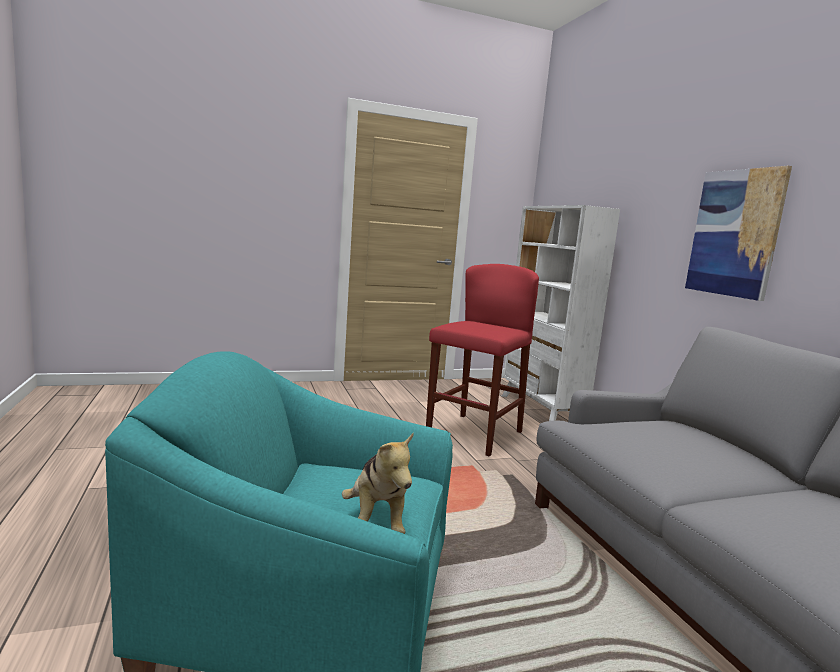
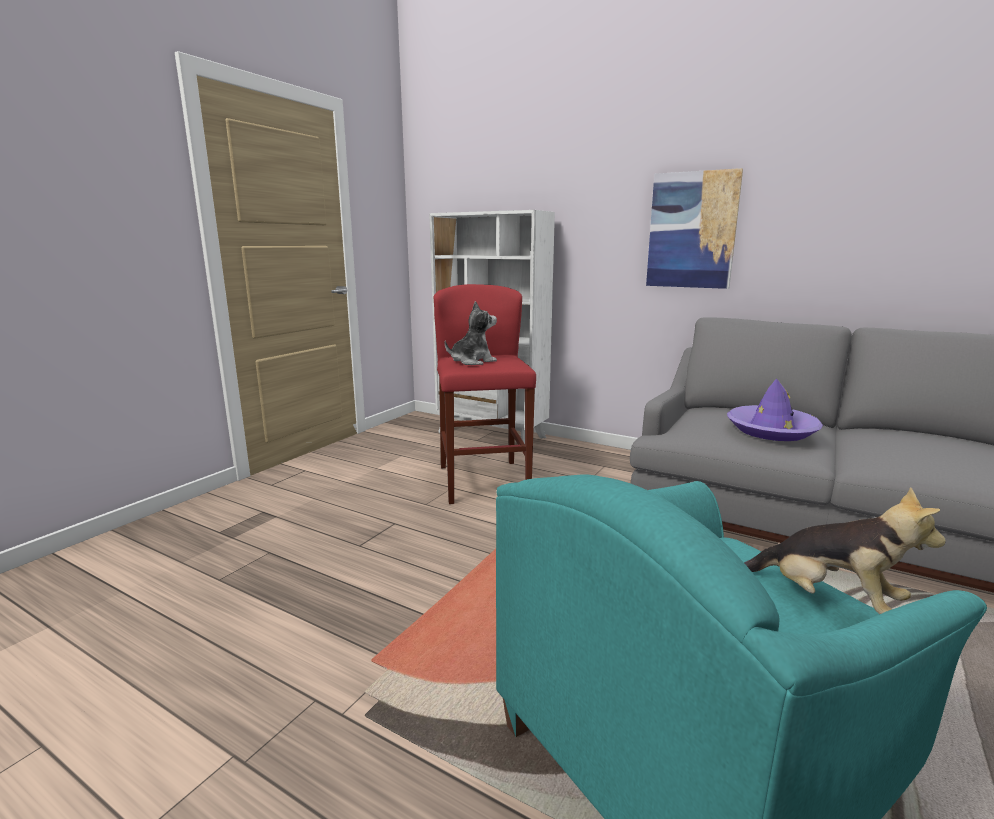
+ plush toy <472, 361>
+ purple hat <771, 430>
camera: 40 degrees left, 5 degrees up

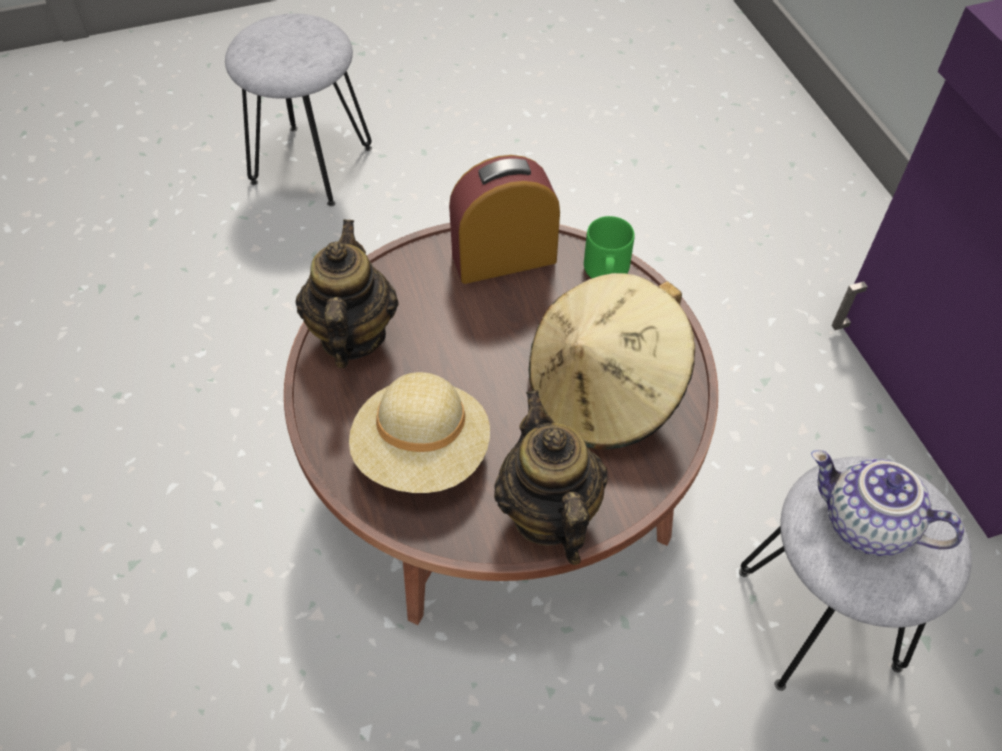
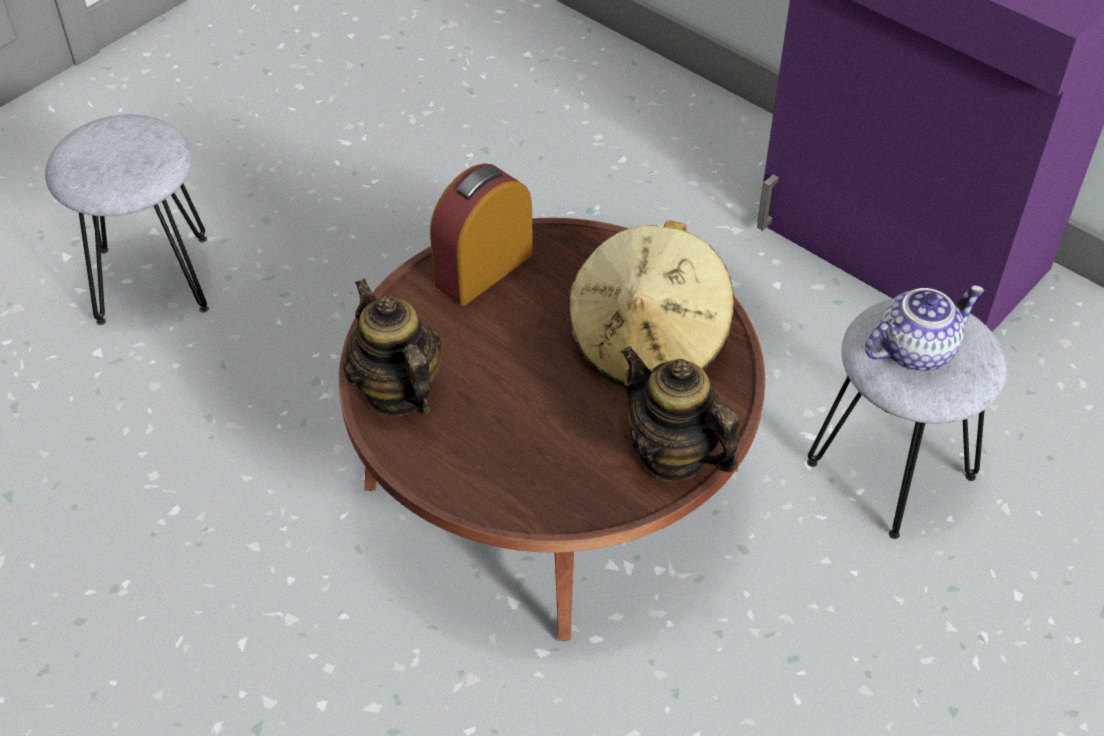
- beige hat <422, 453>
- green mug <606, 272>
~ teapot <865, 525> = <915, 349> 150 degrees clockwise
camera: 30 degrees left, 5 degrees down

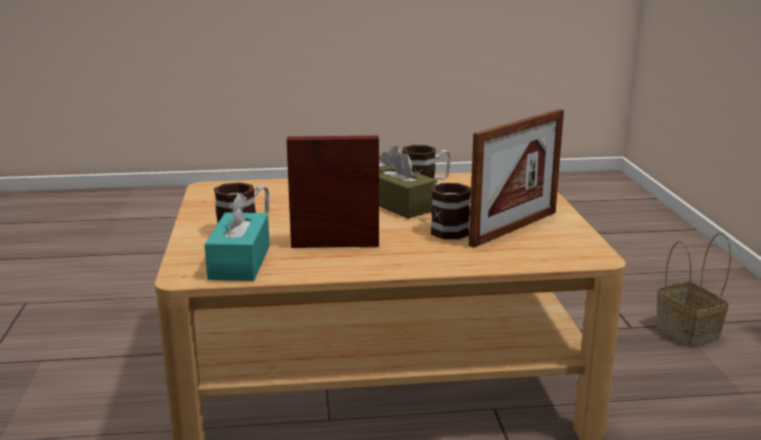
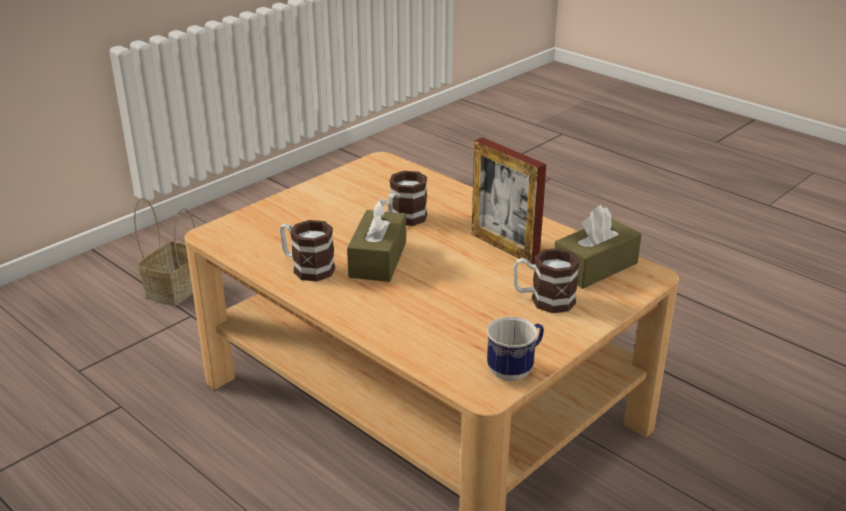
- picture frame <514, 228>
+ mug <515, 370>
~ turquoise tissue box <240, 262> to brown tissue box <595, 267>
camera: 130 degrees left, 10 degrees up

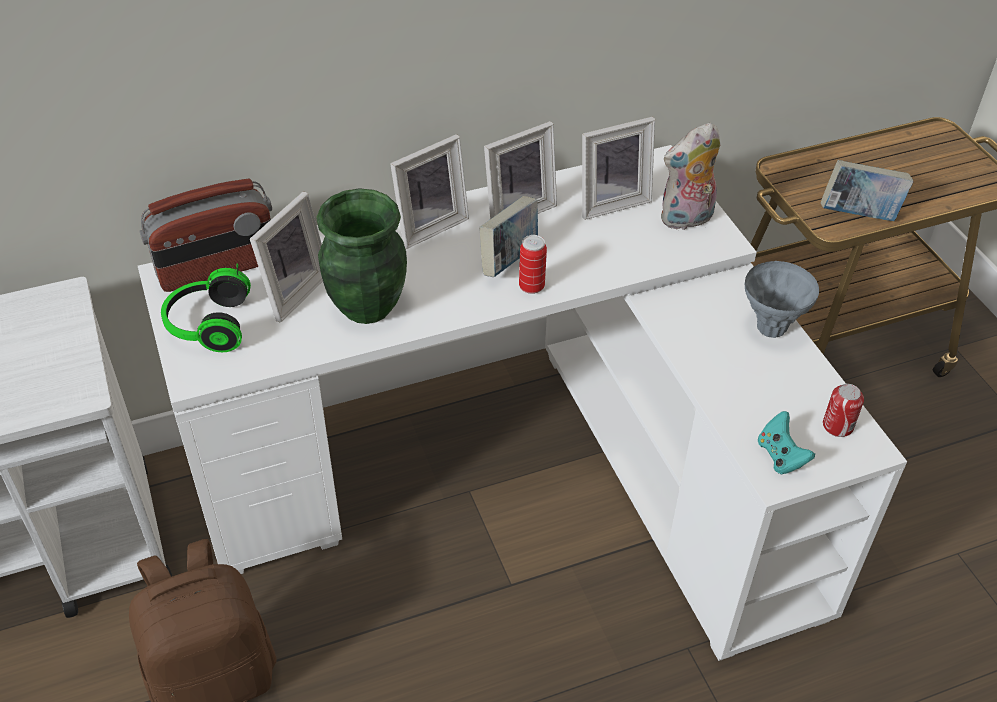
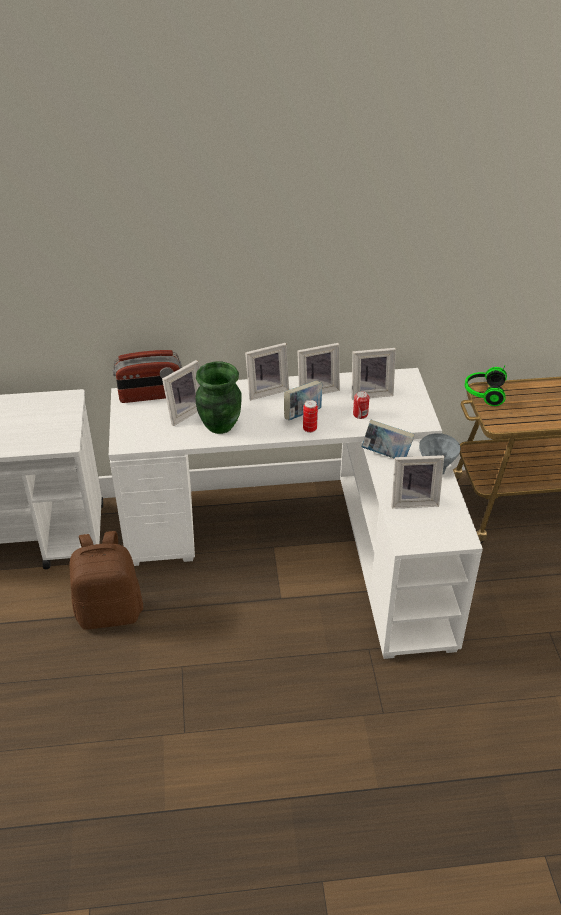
- plush toy <686, 220>
- turquoise game controller <780, 456>
+ picture frame <413, 500>
~ headphones <207, 325> to <483, 393>
~ book <859, 215> to <386, 455>
~ can <837, 426> to <360, 414>
camera: 15 degrees right, 5 degrees down

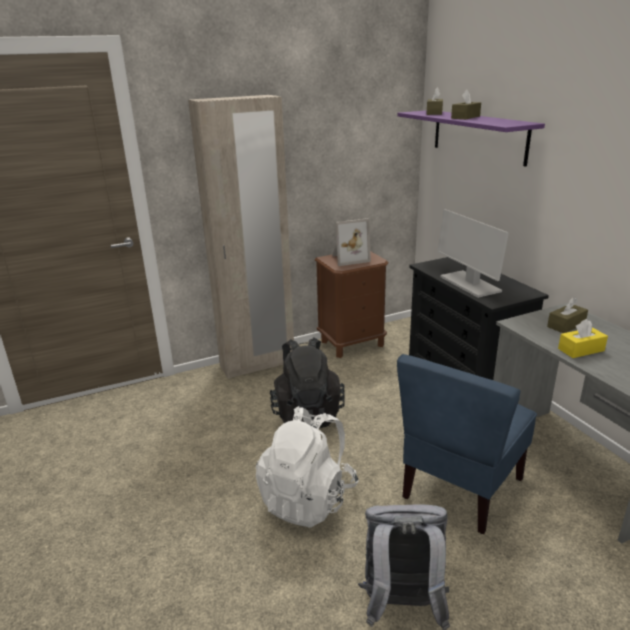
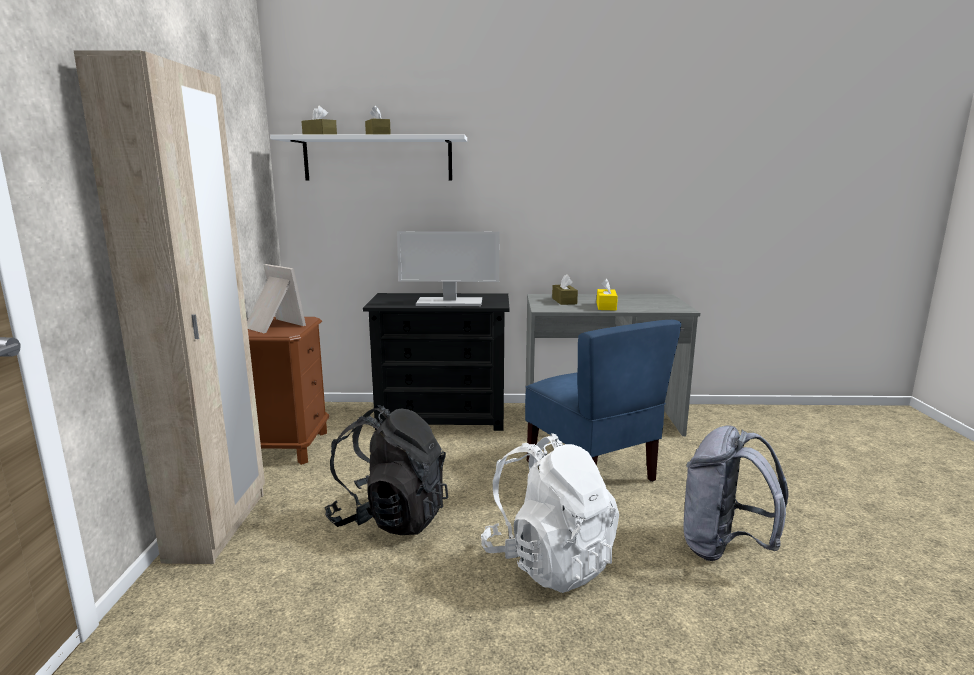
~ purple shelf <478, 136> to white shelf <378, 159>
~ picture frame <349, 258> = <272, 326> 60 degrees counterclockwise
camera: 65 degrees left, 10 degrees down

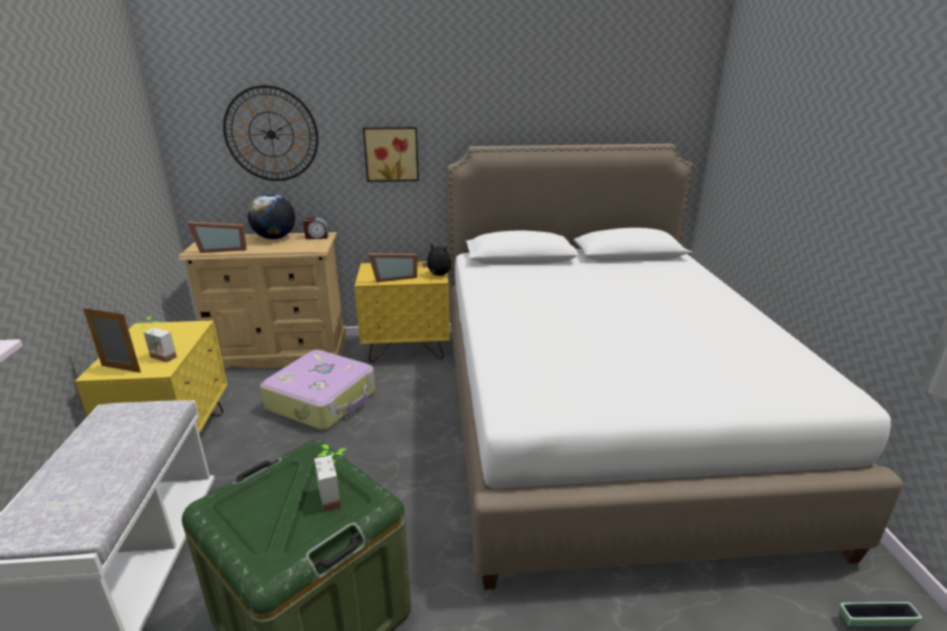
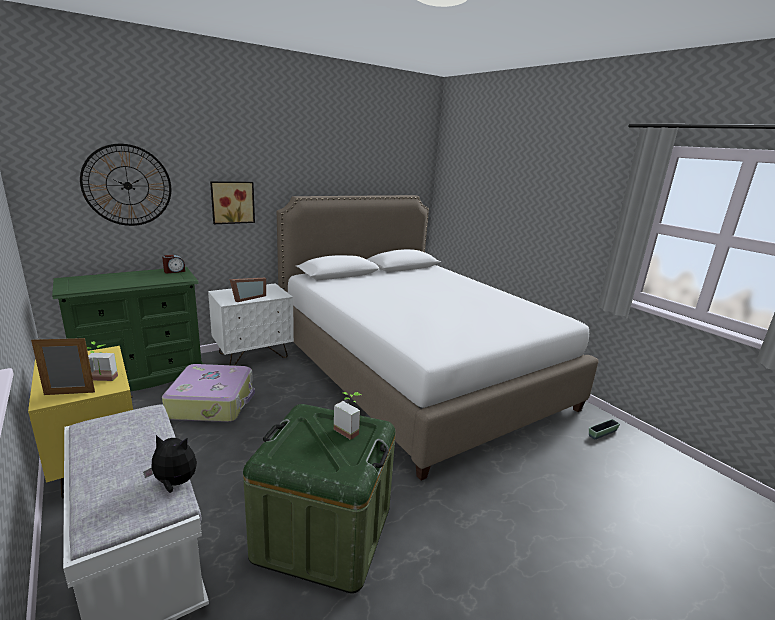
- picture frame <222, 249>
- globe <275, 238>
~ plush toy <438, 275> to <174, 483>
~ beige dresser <280, 353> to green dresser <142, 377>
~ yellow nightstand <407, 349> to white nightstand <253, 355>
camera: 30 degrees left, 5 degrees down

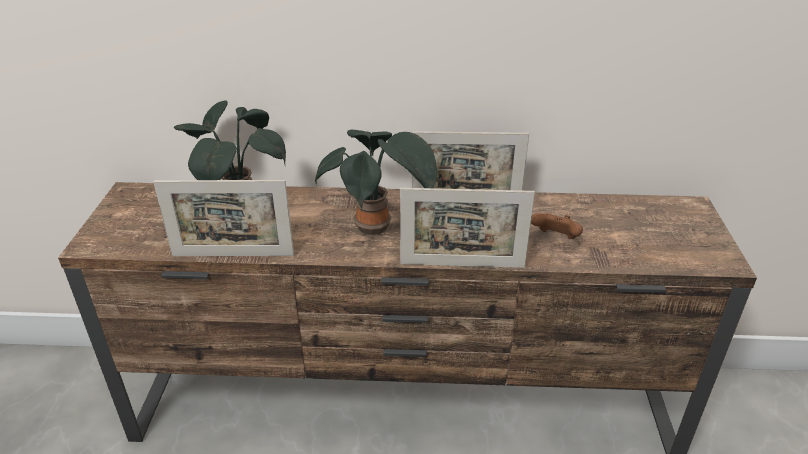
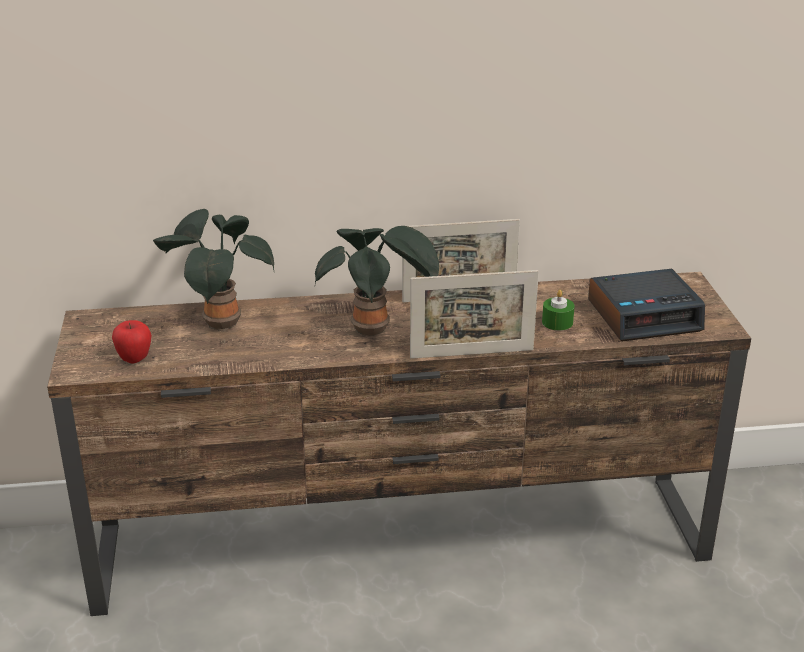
- picture frame <233, 255>
+ apple <134, 359>
+ alarm clock <645, 315>
~ brown game controller <555, 238> to green candle <557, 322>
camera: 10 degrees left, 5 degrees down

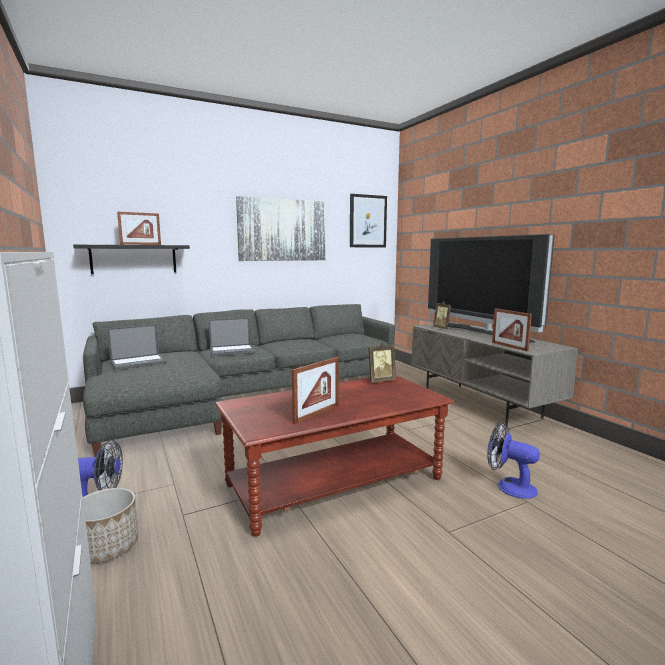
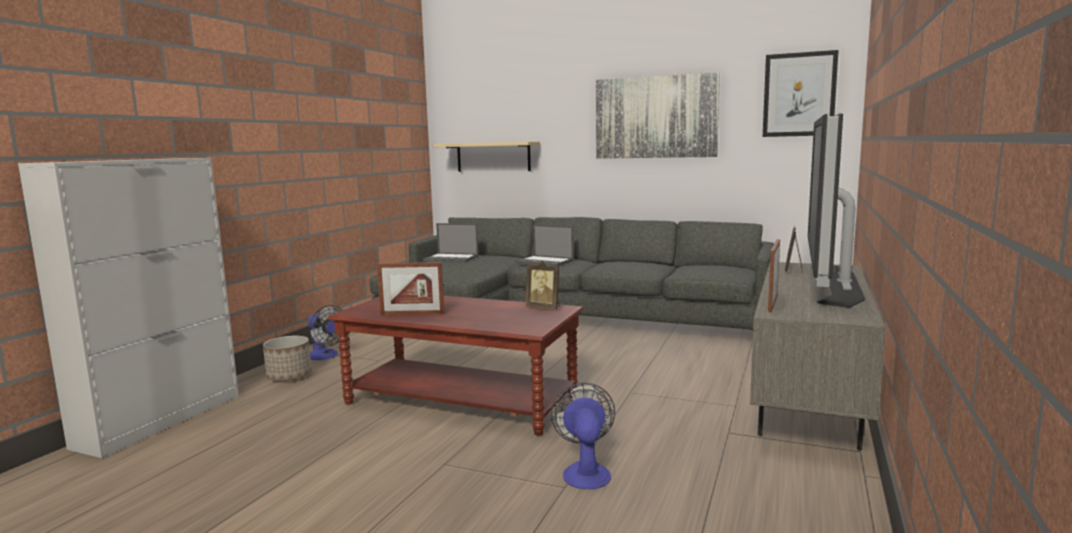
- picture frame <141, 244>
~ black shelf <134, 259> to beige shelf <493, 157>
camera: 50 degrees right, 0 degrees up

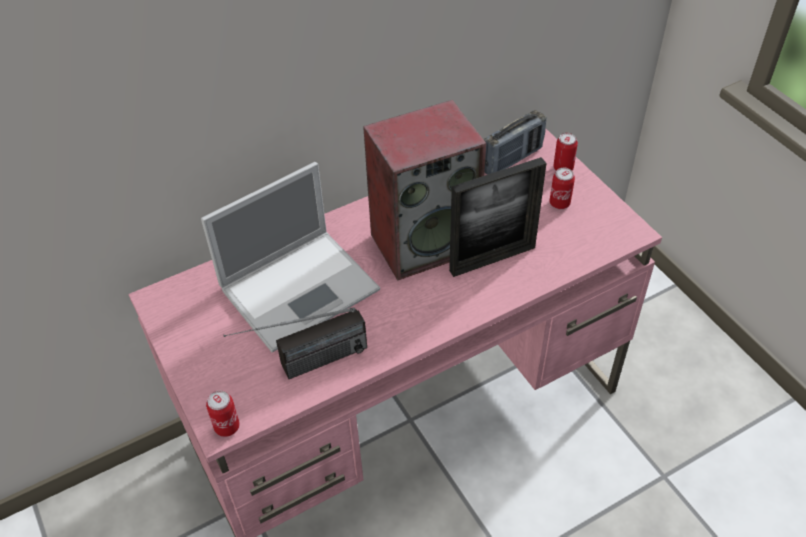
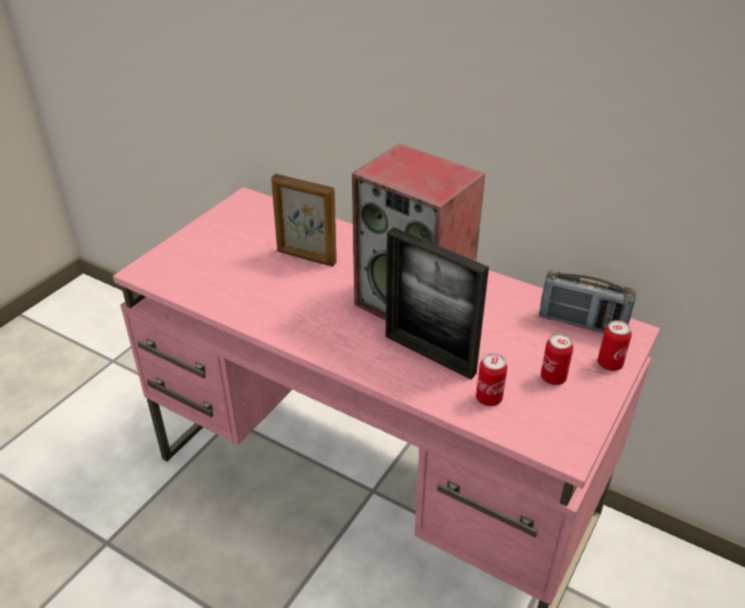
- radio <303, 366>
~ can <227, 427> to <489, 398>
~ laptop <301, 287> to picture frame <306, 257>
camera: 60 degrees right, 10 degrees down

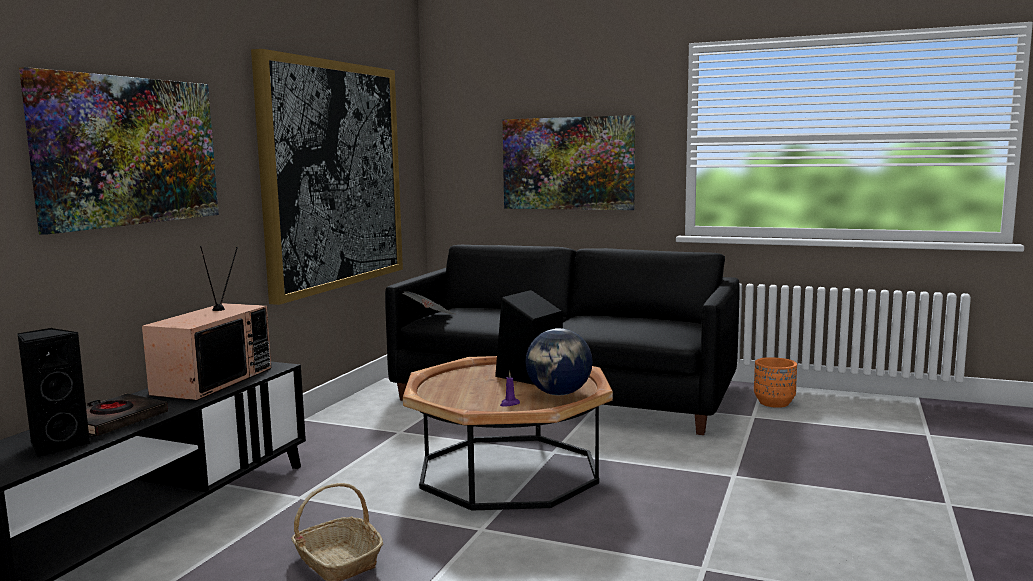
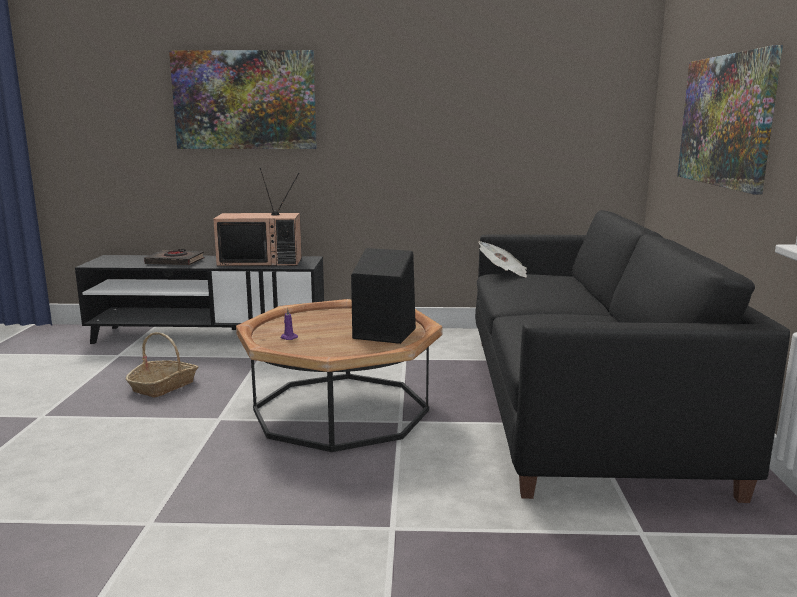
- black speaker <57, 445>
- picture <333, 175>
- globe <558, 394>
- orange planter <774, 403>
camera: 70 degrees right, 5 degrees up

